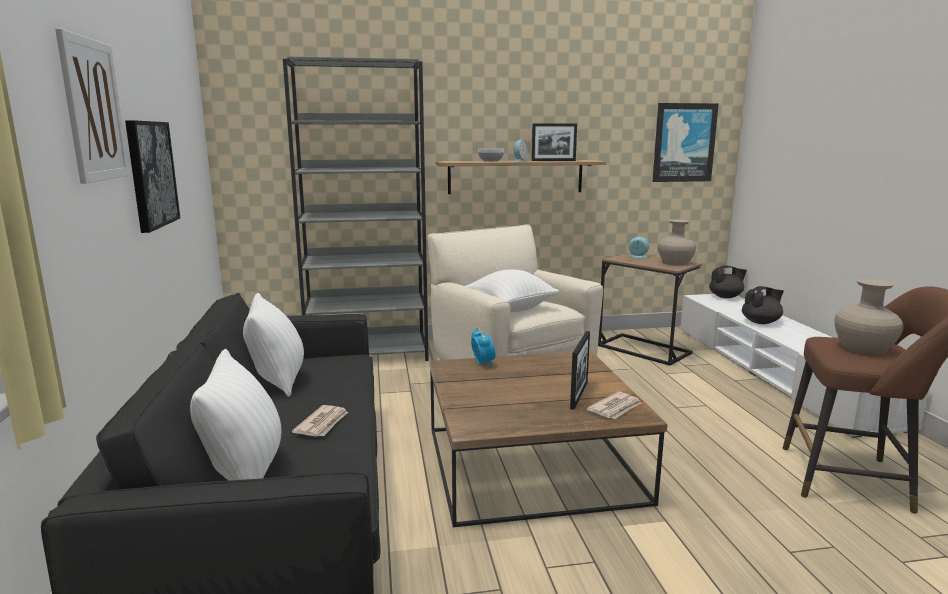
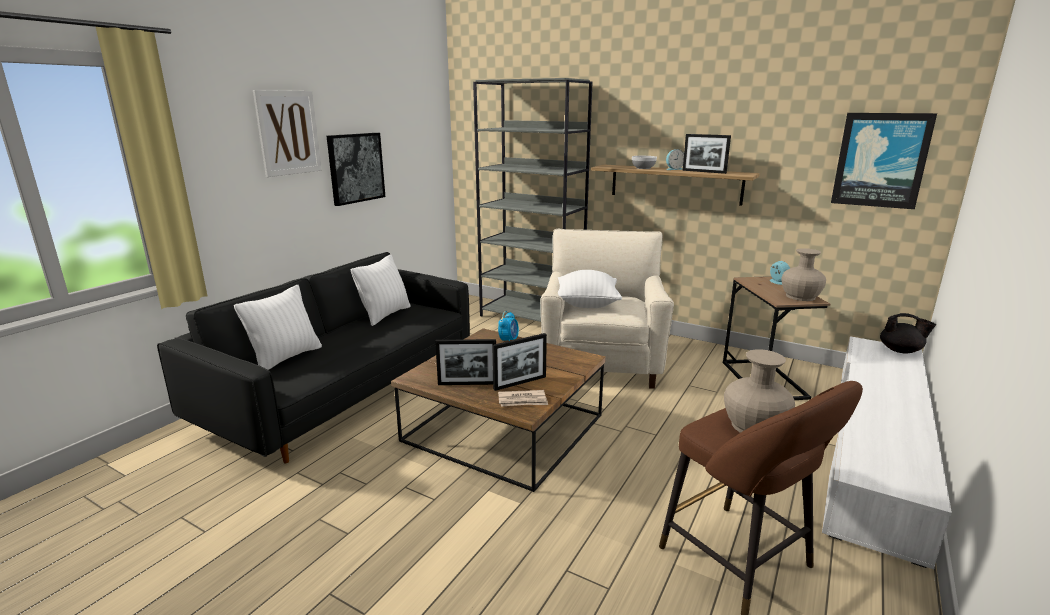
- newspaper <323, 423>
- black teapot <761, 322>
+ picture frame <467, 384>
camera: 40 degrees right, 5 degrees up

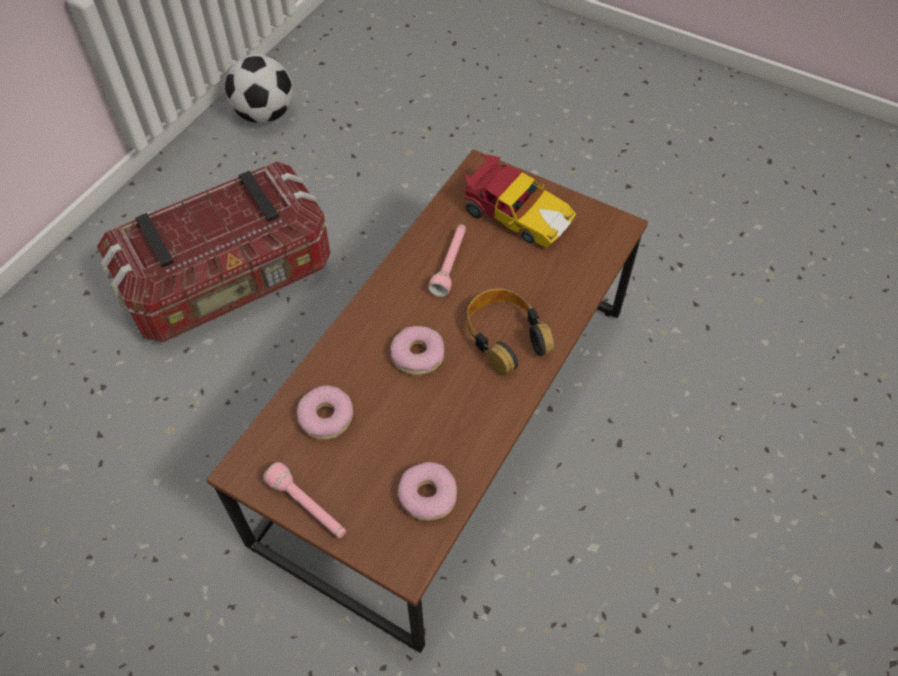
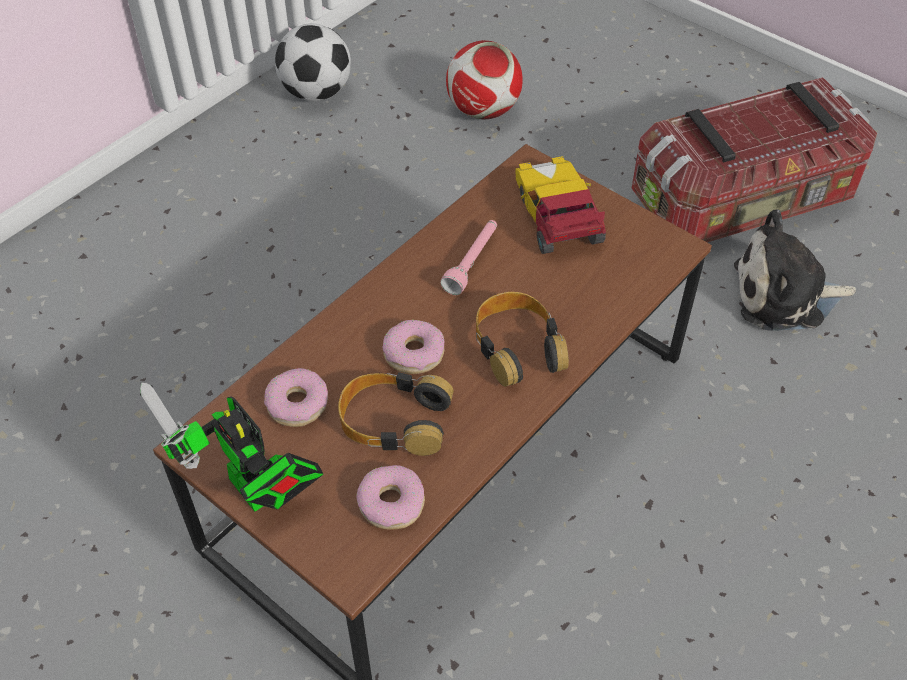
+ headphones <394, 421>
+ football <483, 110>
+ plush toy <784, 295>
~ storage box <231, 282> to <744, 202>
~ pink flashlight <308, 507> to toy robot <256, 495>
~ toy car <515, 215> = <558, 219> 150 degrees counterclockwise
camera: 10 degrees right, 5 degrees down

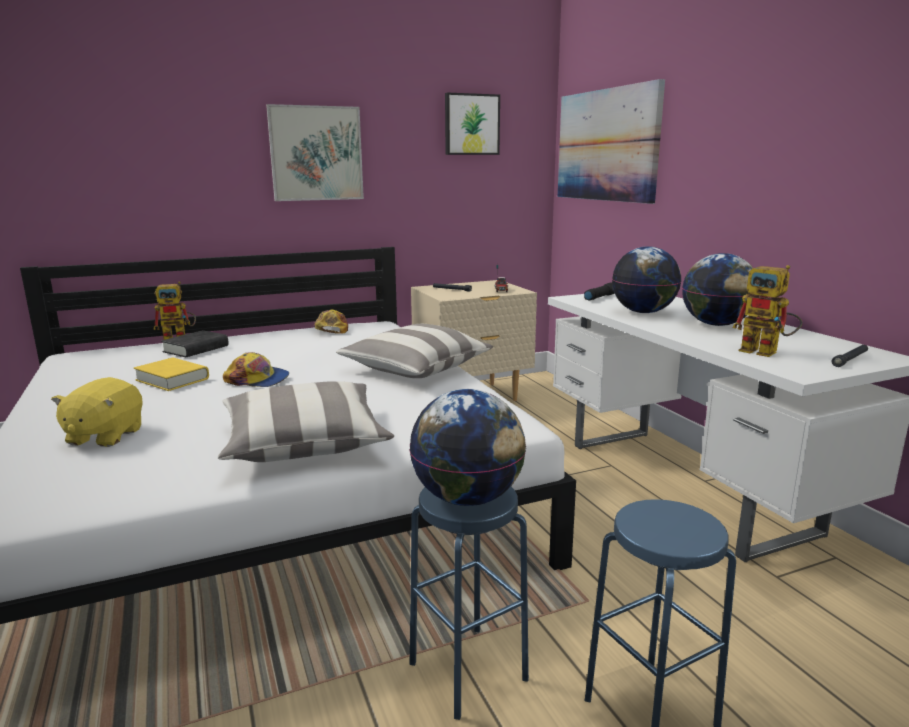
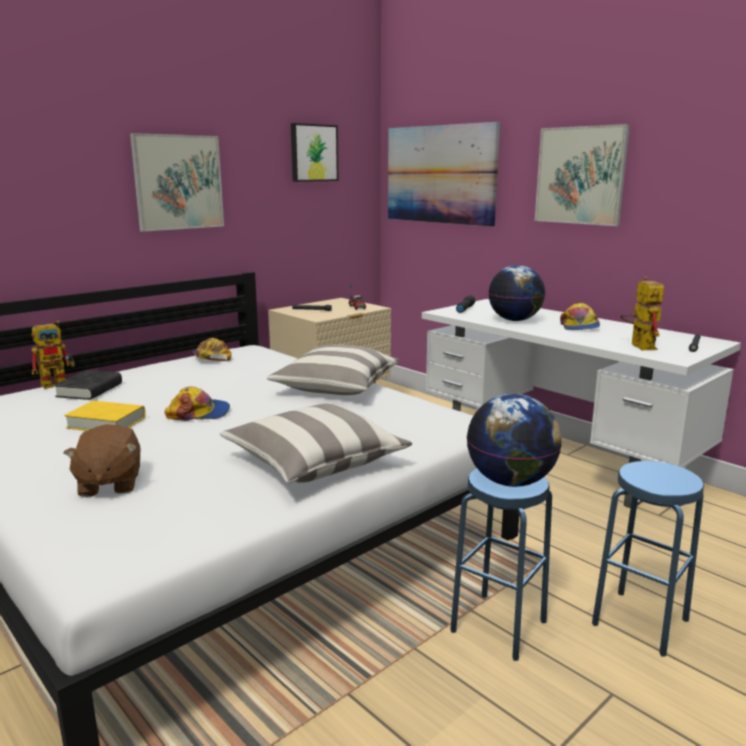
+ picture <580, 175>
~ globe <716, 325> to cap <579, 326>
~ yellow plush toy <104, 436> to brown plush toy <109, 484>
~ toy robot <767, 352> = <638, 345> 120 degrees counterclockwise
camera: 20 degrees left, 0 degrees up

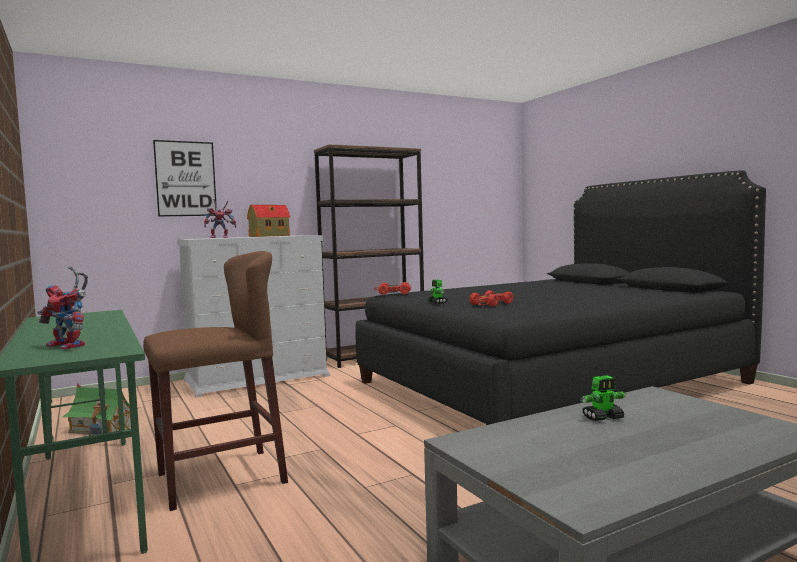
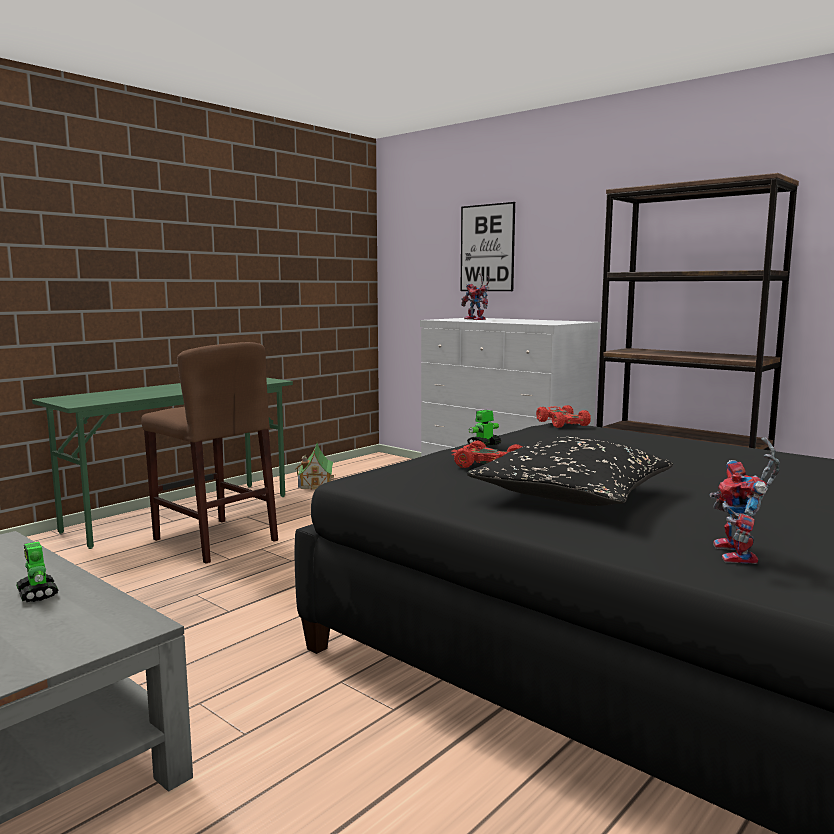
- toy house <268, 236>
+ black pillow <573, 495>
~ toy robot <71, 346> to <741, 556>
camera: 70 degrees right, 5 degrees up

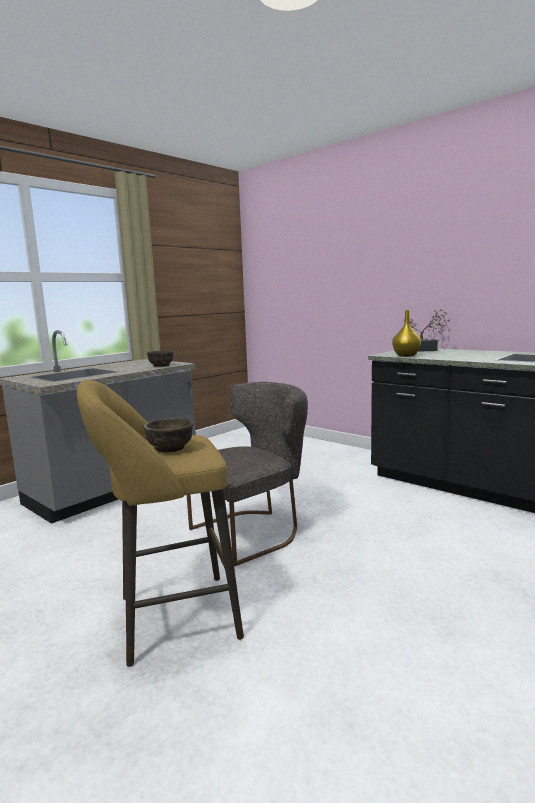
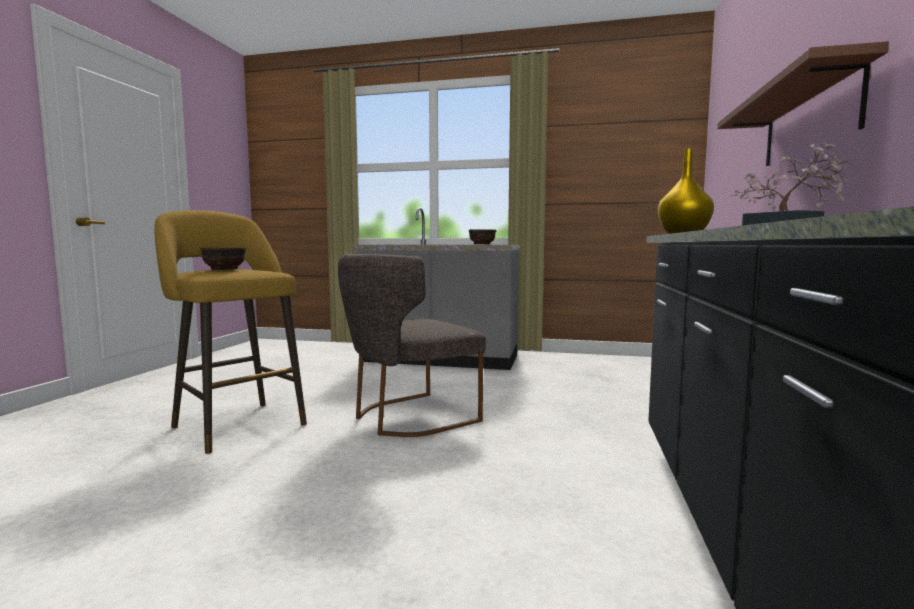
+ brown shelf <809, 120>
~ grey chair <253, 531> = <407, 417> 120 degrees clockwise
camera: 60 degrees right, 5 degrees down

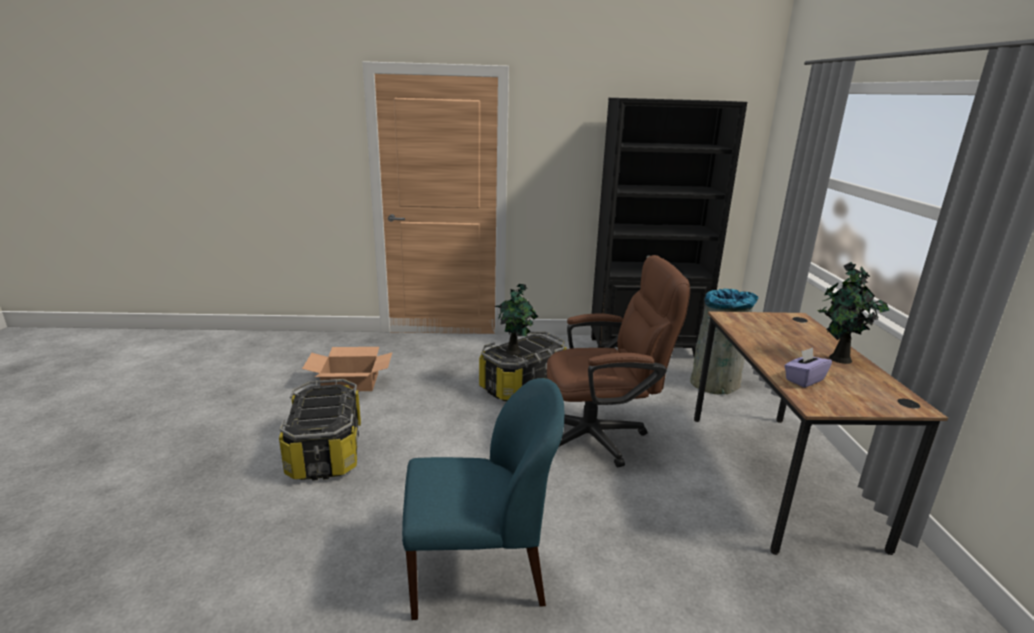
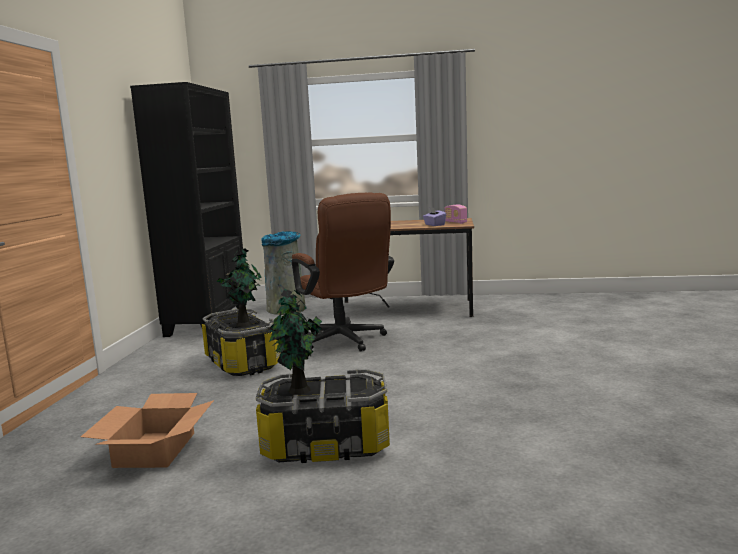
- blue chair <480, 571>
+ radio <455, 222>
~ potted plant <838, 359> to <299, 391>
~ brown office chair <601, 436> = <345, 341> 150 degrees clockwise
camera: 80 degrees left, 10 degrees down

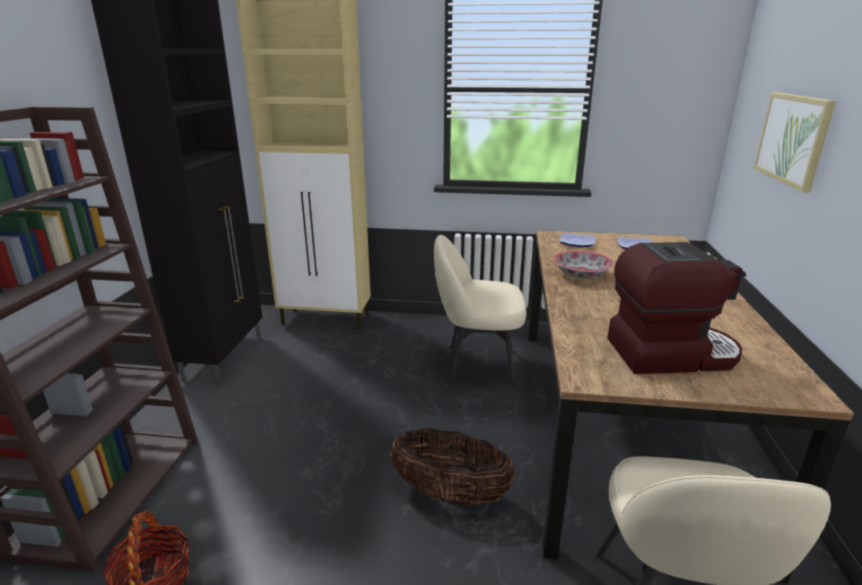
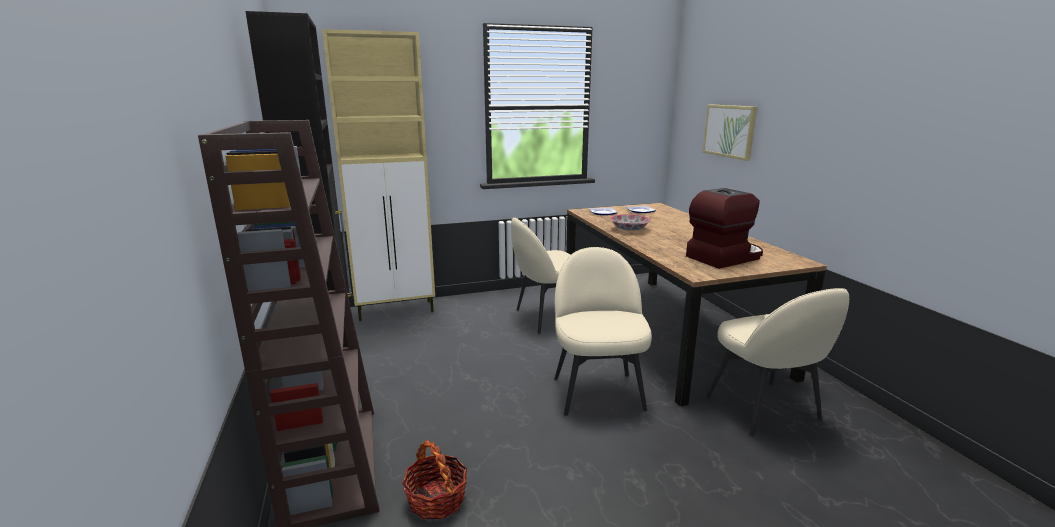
~ basket <450, 494> to beige chair <597, 392>
camera: 25 degrees left, 5 degrees down

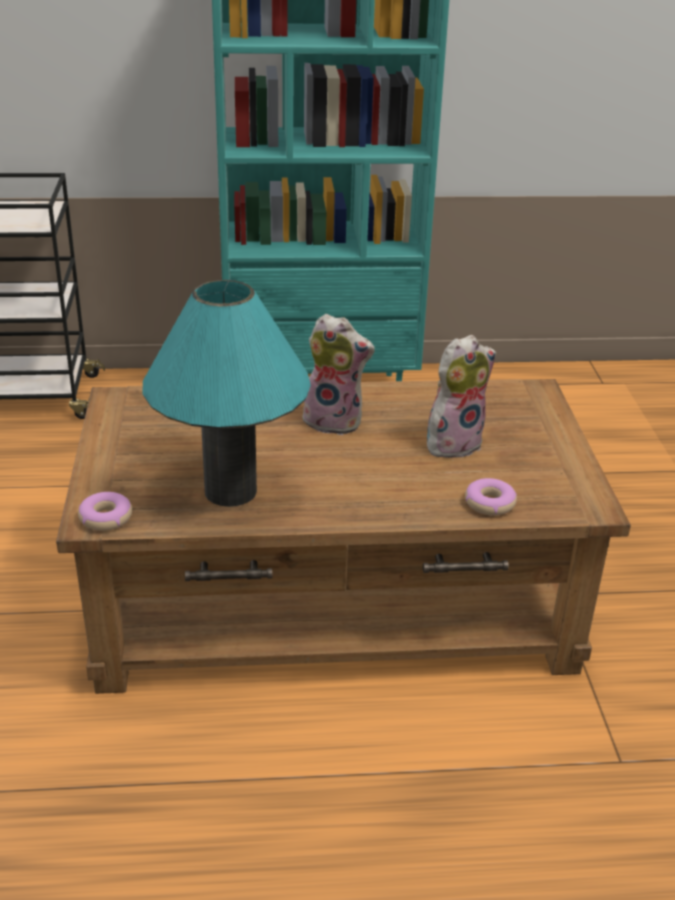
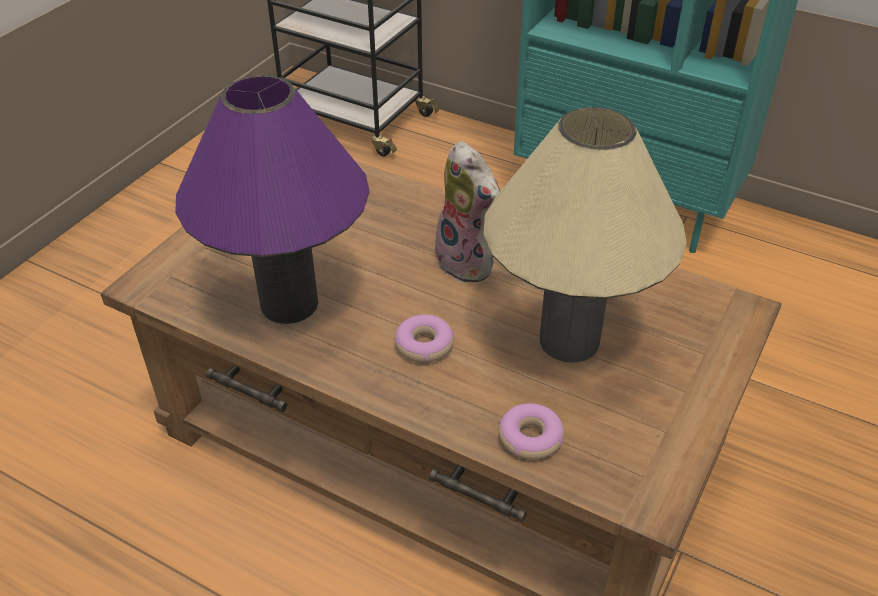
~ donut <105, 518> to <424, 345>
~ plush toy <453, 443> to beige table lamp <569, 340>
~ turquoise table lamp <230, 491> to purple table lamp <289, 303>
camera: 35 degrees right, 10 degrees up

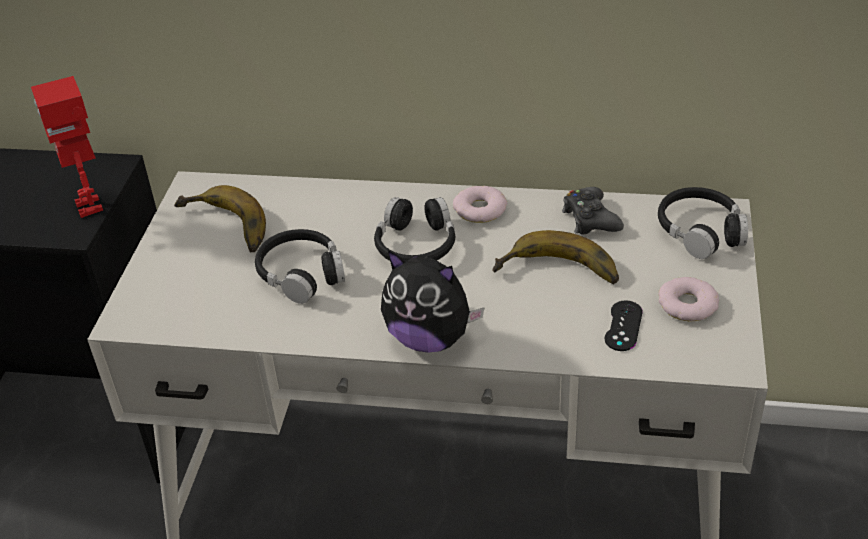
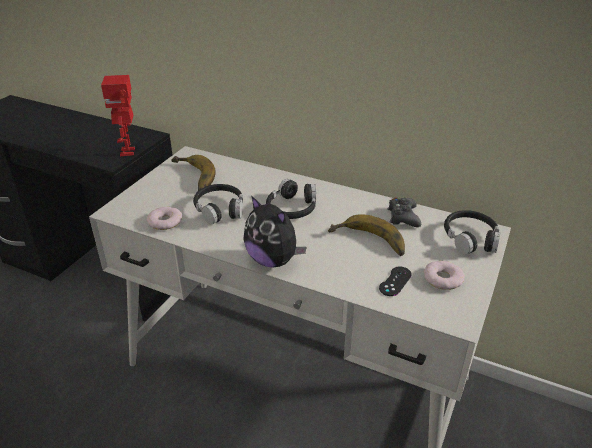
~ donut <479, 209> to <165, 221>
camera: 15 degrees right, 5 degrees down

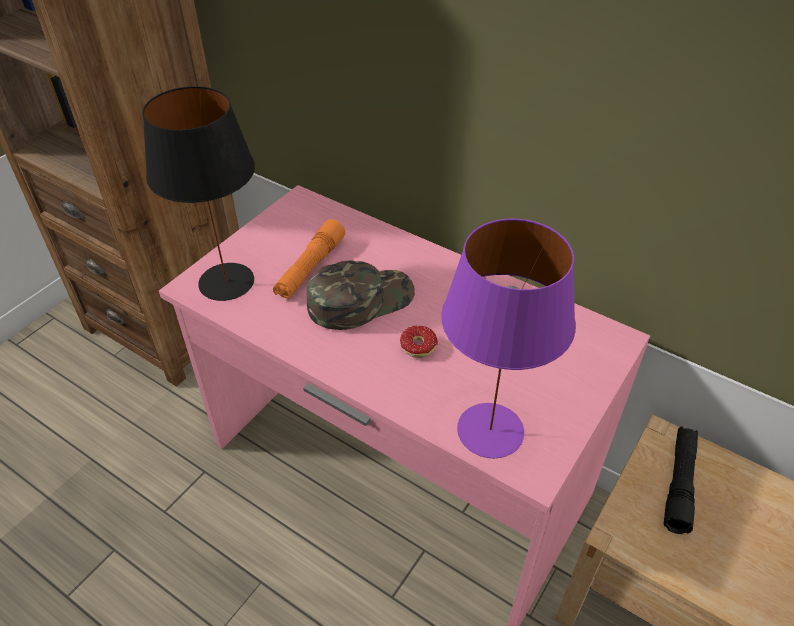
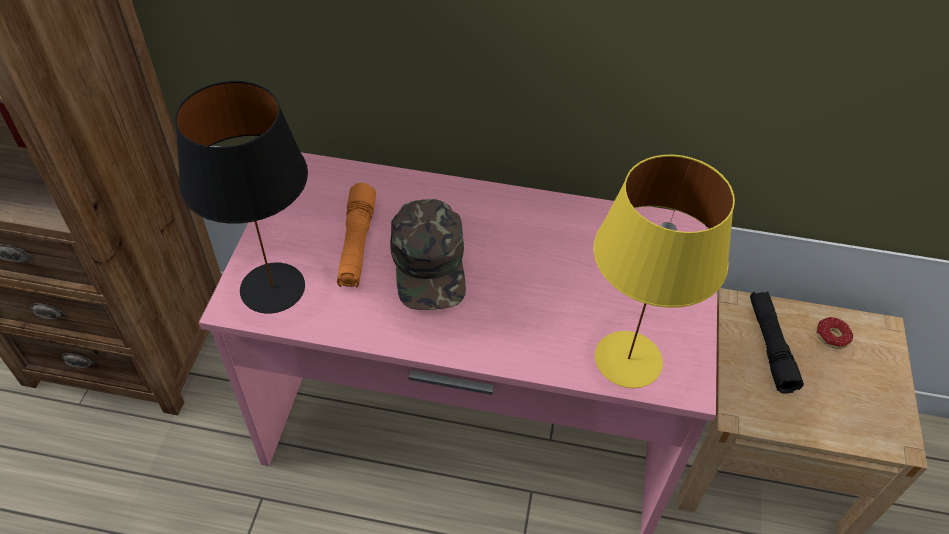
~ donut <411, 348> to <828, 340>
~ purple table lamp <490, 429> to yellow table lamp <627, 358>
~ green cap <360, 300> = <430, 264> 135 degrees clockwise
camera: 25 degrees left, 5 degrees up

